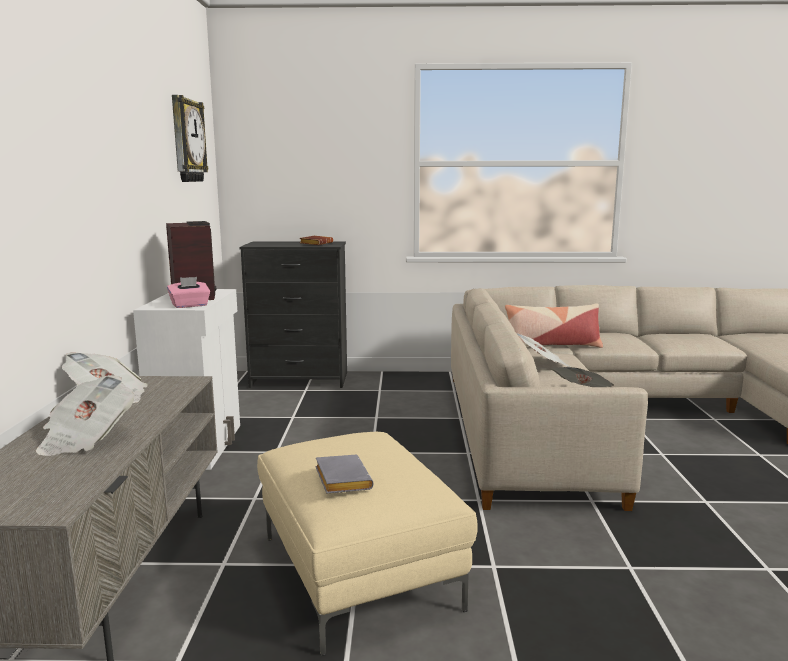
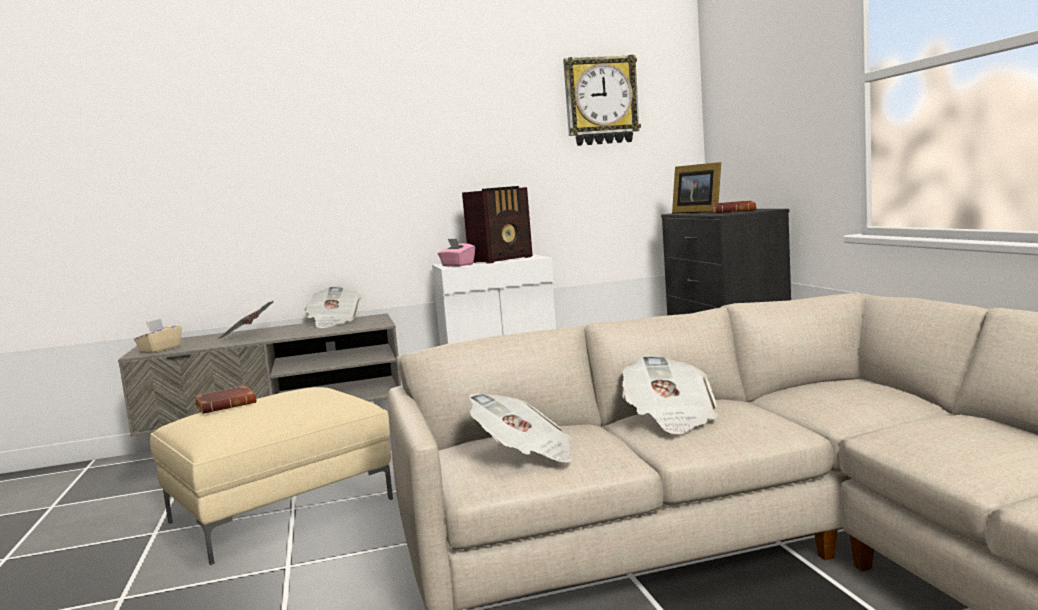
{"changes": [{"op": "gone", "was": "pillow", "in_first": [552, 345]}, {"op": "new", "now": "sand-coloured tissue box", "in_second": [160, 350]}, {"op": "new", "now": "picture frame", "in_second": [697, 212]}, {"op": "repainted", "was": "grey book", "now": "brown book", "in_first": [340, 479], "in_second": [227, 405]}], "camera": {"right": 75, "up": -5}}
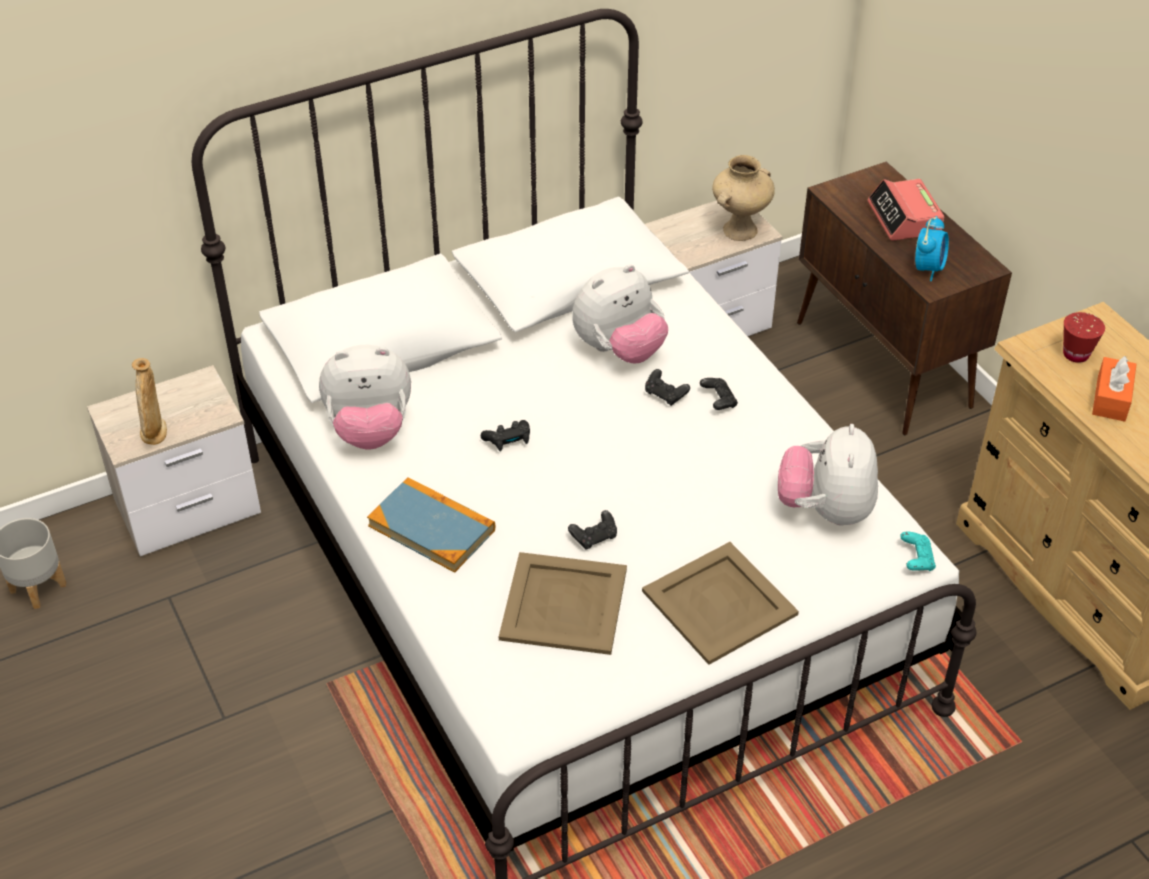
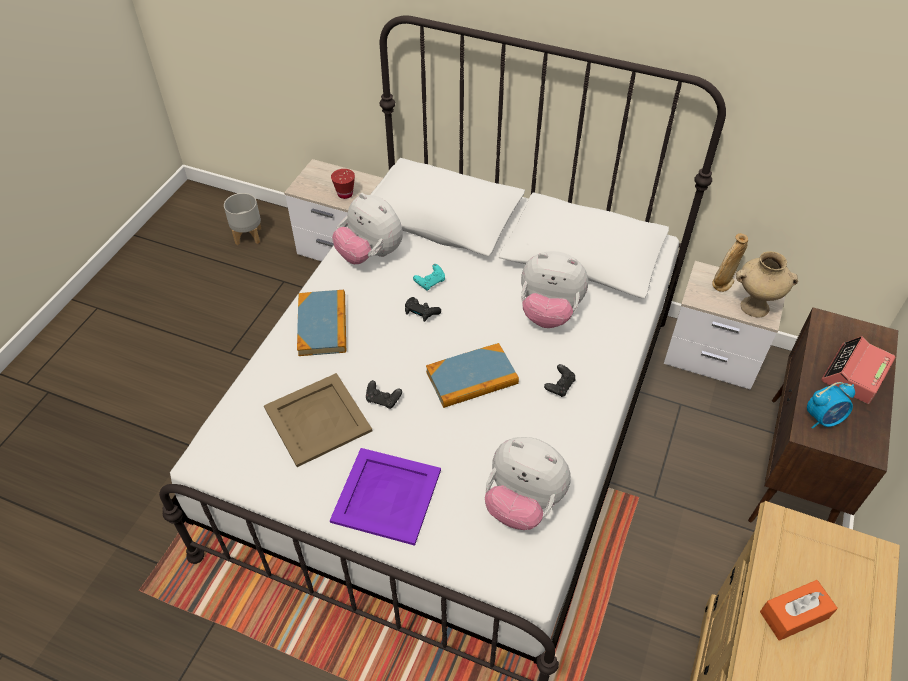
{"changes": [{"op": "gone", "was": "blackish gamepad", "in_first": [665, 395]}, {"op": "new", "now": "book", "in_second": [472, 378]}, {"op": "shifted", "was": "sand-coloured vase", "in_first": [154, 432], "in_second": [722, 283]}, {"op": "shifted", "was": "blue-green gamepad", "in_first": [916, 559], "in_second": [430, 282]}, {"op": "shifted", "was": "reddish small cup", "in_first": [1076, 354], "in_second": [345, 194]}, {"op": "repainted", "was": "sand-coloured tray", "now": "purple tray", "in_first": [719, 602], "in_second": [387, 495]}, {"op": "rotated", "was": "cuddly toy", "in_first": [825, 510], "in_second": [523, 503], "clockwise": -120}], "camera": {"right": 50, "up": 5}}
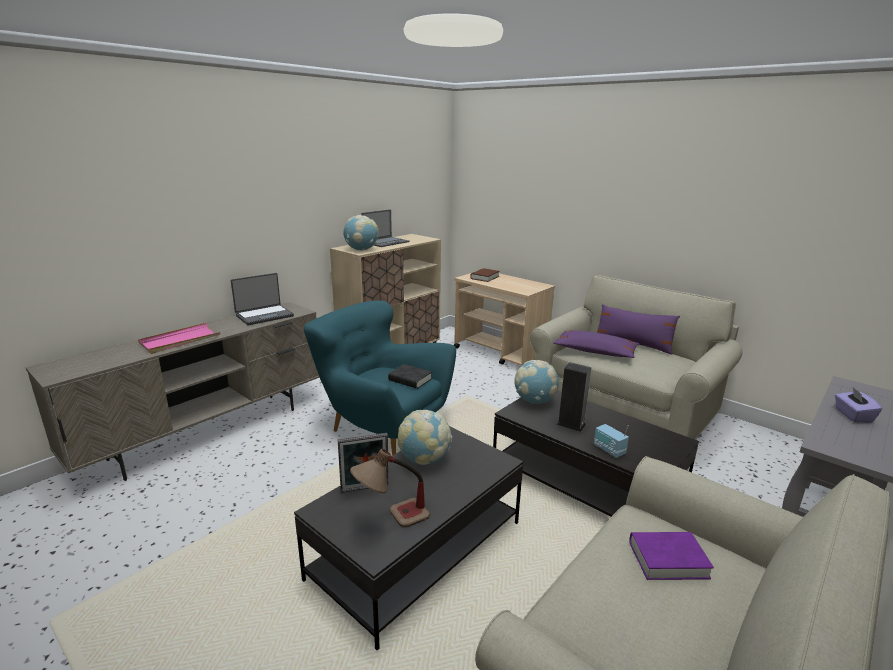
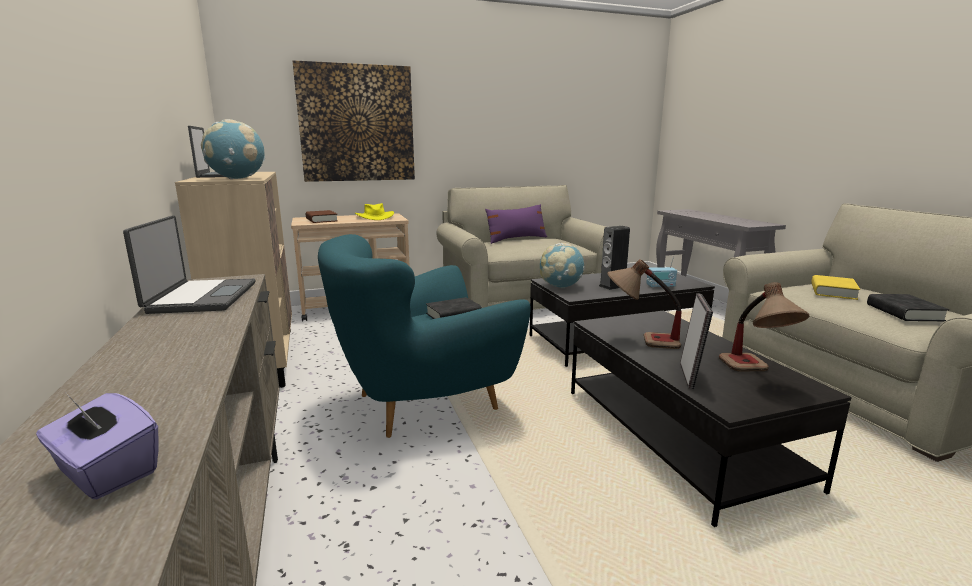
{"changes": [{"op": "gone", "was": "pinkish tray", "in_first": [180, 341]}, {"op": "gone", "was": "purple pillow", "in_first": [595, 351]}, {"op": "new", "now": "picture", "in_second": [357, 123]}, {"op": "new", "now": "yellow clothing hat", "in_second": [374, 217]}, {"op": "new", "now": "blackish book", "in_second": [904, 312]}, {"op": "shifted", "was": "purple tissue box", "in_first": [852, 415], "in_second": [106, 472]}, {"op": "swapped", "was": "globe", "now": "lamp for a table", "in_first": [424, 459], "in_second": [640, 341]}, {"op": "repainted", "was": "purple book", "now": "yellow book", "in_first": [668, 560], "in_second": [833, 291]}], "camera": {"right": -60, "up": -5}}
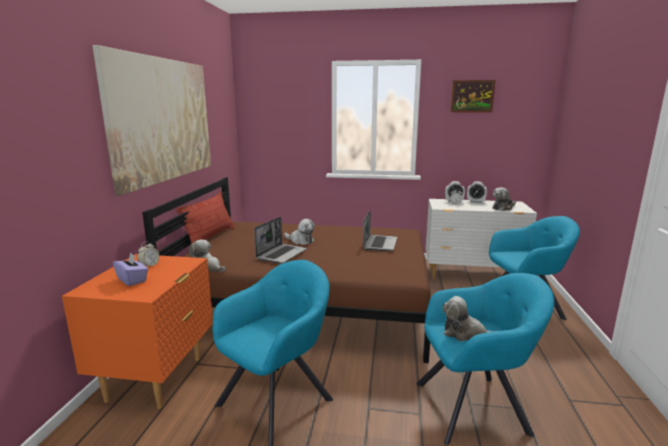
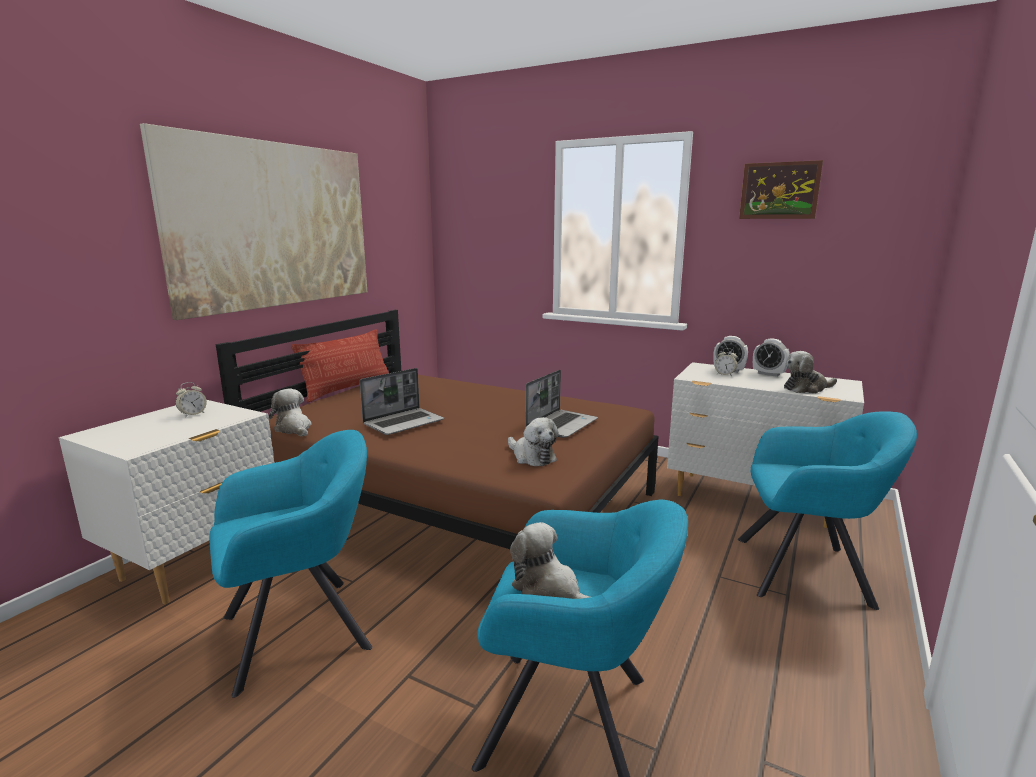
{"changes": [{"op": "gone", "was": "purple tissue box", "in_first": [132, 280]}, {"op": "shifted", "was": "cuddly toy", "in_first": [300, 241], "in_second": [532, 457]}, {"op": "repainted", "was": "orange-coloured bedside table", "now": "whitish bedside table", "in_first": [157, 379], "in_second": [194, 565]}], "camera": {"right": 20, "up": 0}}
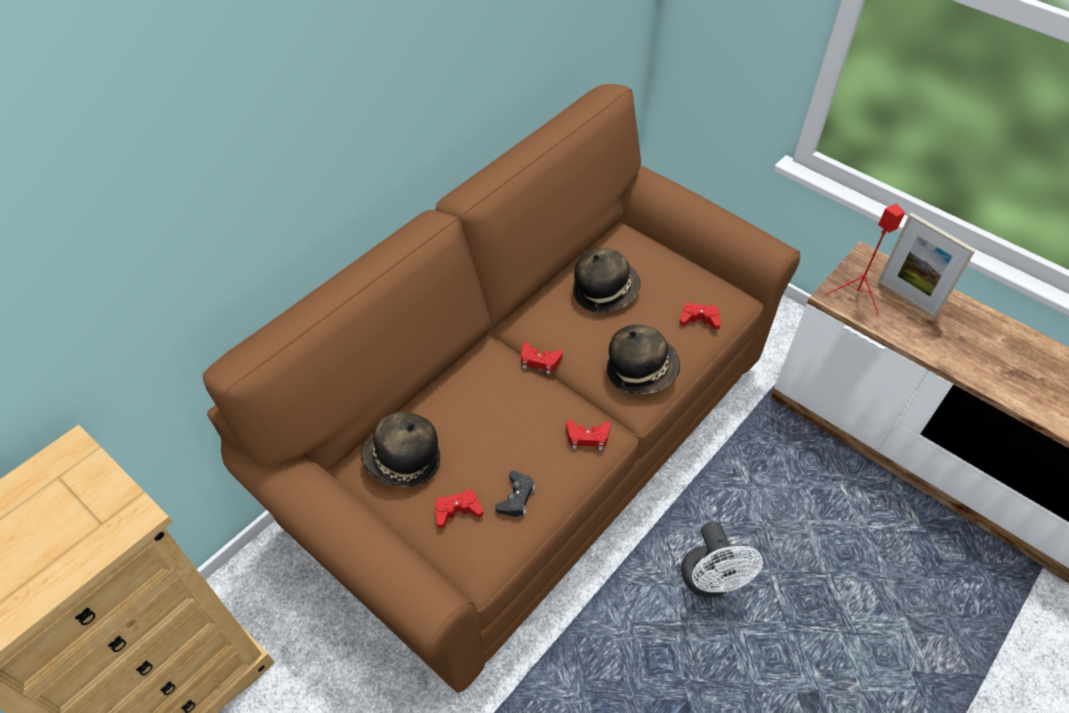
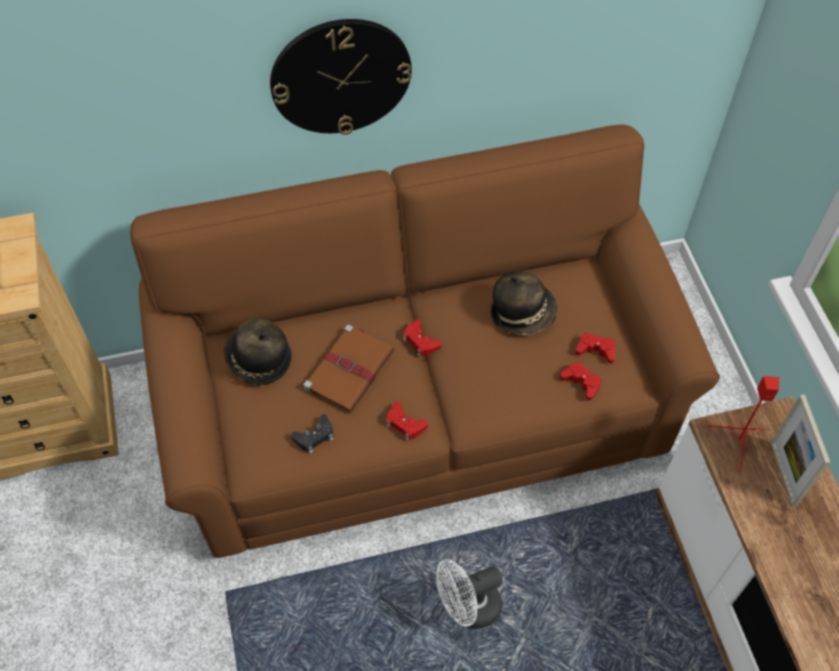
{"changes": [{"op": "gone", "was": "clothing hat", "in_first": [641, 370]}, {"op": "new", "now": "wall clock", "in_second": [340, 76]}, {"op": "new", "now": "brown book", "in_second": [350, 369]}, {"op": "shifted", "was": "reddish gamepad", "in_first": [457, 511], "in_second": [595, 350]}, {"op": "rotated", "was": "whitish fan", "in_first": [710, 582], "in_second": [468, 608], "clockwise": 45}], "camera": {"right": 35, "up": 5}}
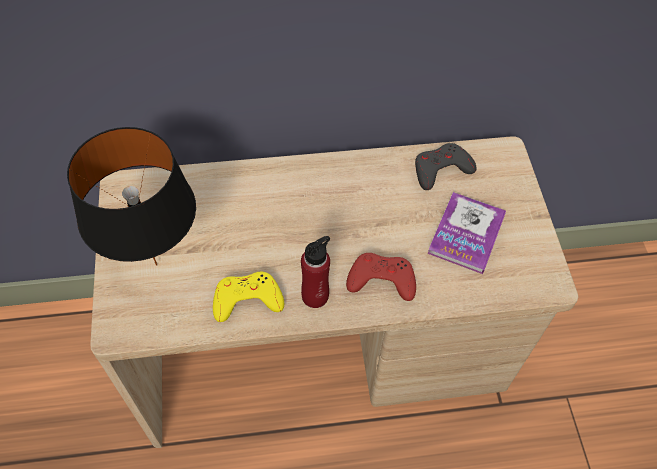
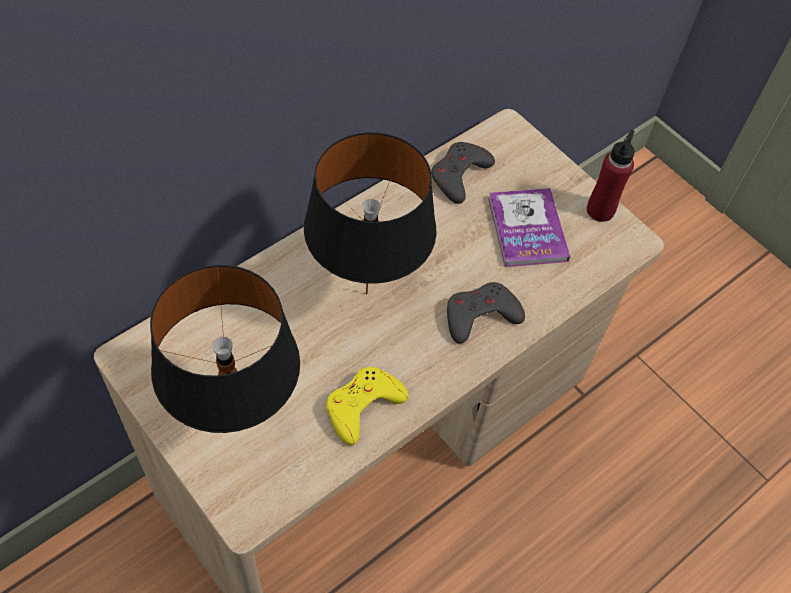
{"changes": [{"op": "new", "now": "blackish lamp for a table", "in_second": [365, 294]}, {"op": "shifted", "was": "reddish bottle", "in_first": [315, 296], "in_second": [600, 210]}, {"op": "repainted", "was": "reddish gamepad", "now": "grey gamepad", "in_first": [381, 279], "in_second": [480, 316]}], "camera": {"right": -35, "up": 0}}
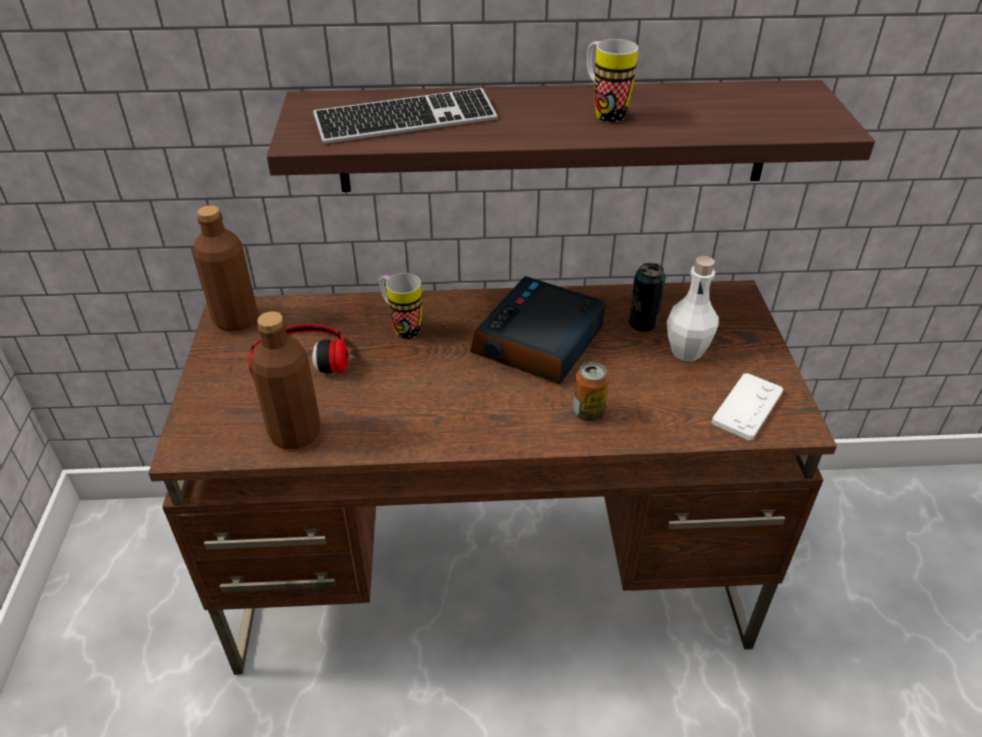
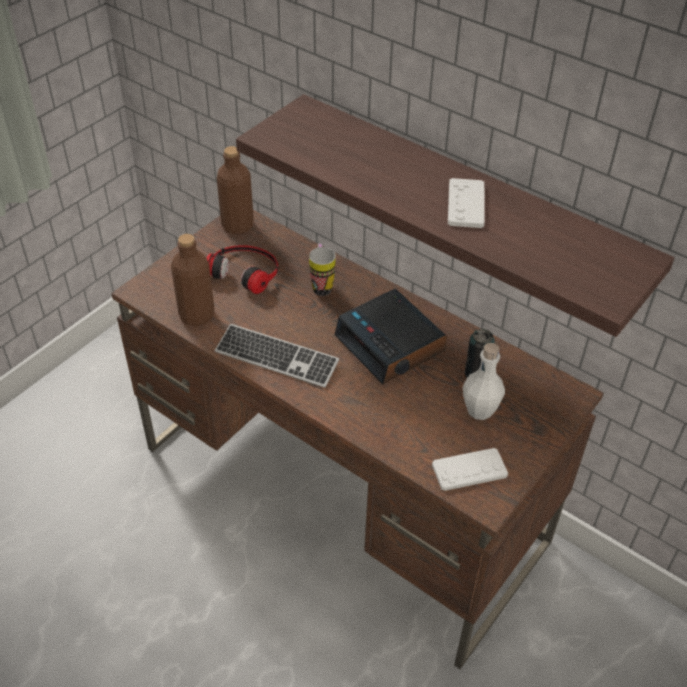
{"changes": [{"op": "gone", "was": "sealed can", "in_first": [588, 412]}, {"op": "shifted", "was": "keyboard", "in_first": [406, 121], "in_second": [276, 358]}, {"op": "swapped", "was": "mug", "now": "whitish gamepad", "in_first": [603, 112], "in_second": [466, 204]}, {"op": "rotated", "was": "bedside clock", "in_first": [538, 342], "in_second": [391, 344], "clockwise": -105}], "camera": {"right": 40, "up": 5}}
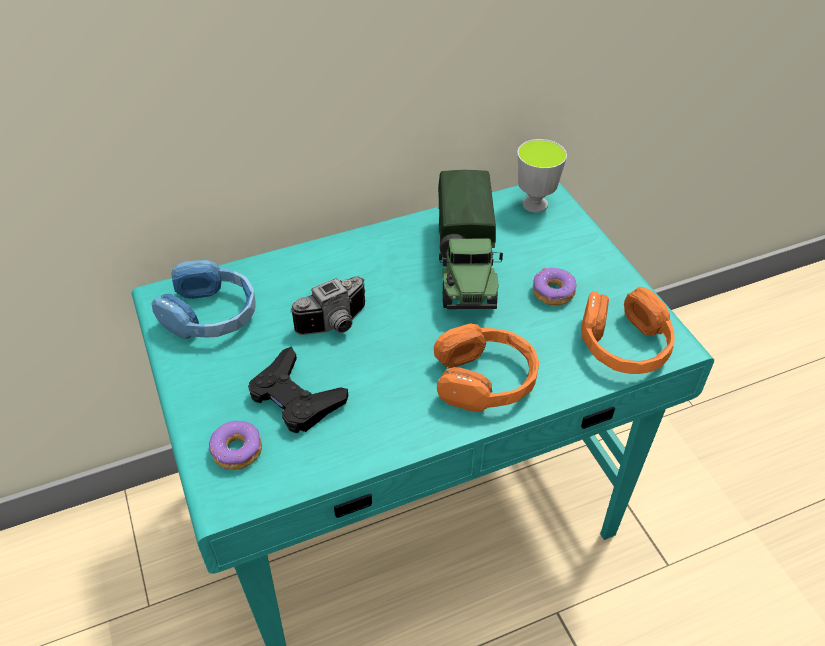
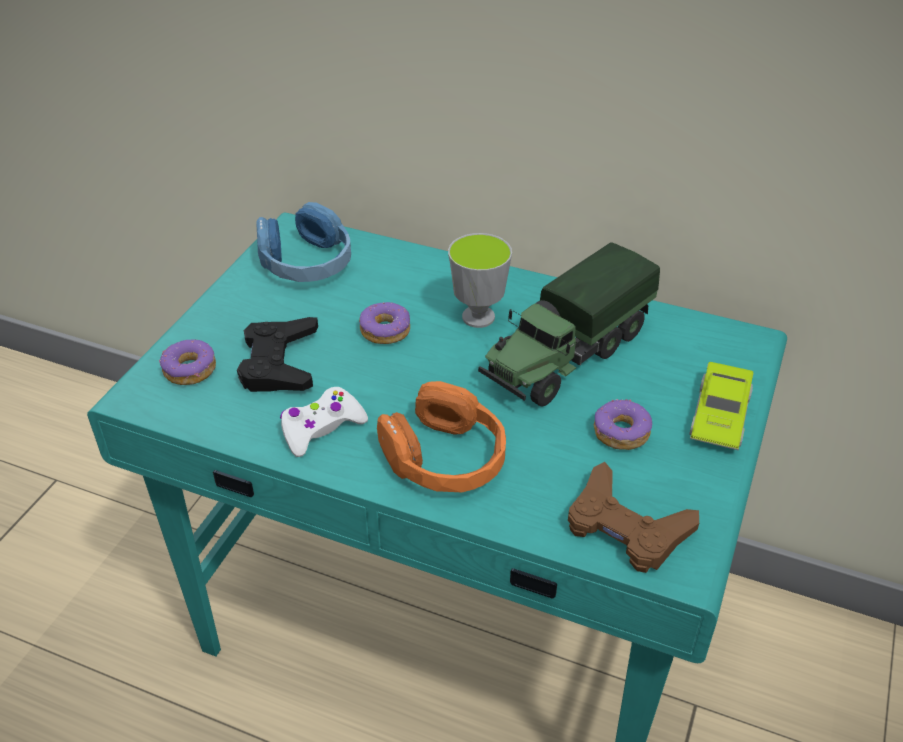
{"changes": [{"op": "new", "now": "whitish gamepad", "in_second": [321, 428]}, {"op": "new", "now": "green miniature car", "in_second": [720, 414]}, {"op": "shifted", "was": "small cup", "in_first": [535, 204], "in_second": [478, 317]}, {"op": "swapped", "was": "photo camera", "now": "donut", "in_first": [336, 325], "in_second": [385, 330]}, {"op": "swapped", "was": "orange-coloured pair of headphones", "now": "brown gamepad", "in_first": [623, 345], "in_second": [626, 527]}], "camera": {"right": 45, "up": -5}}
